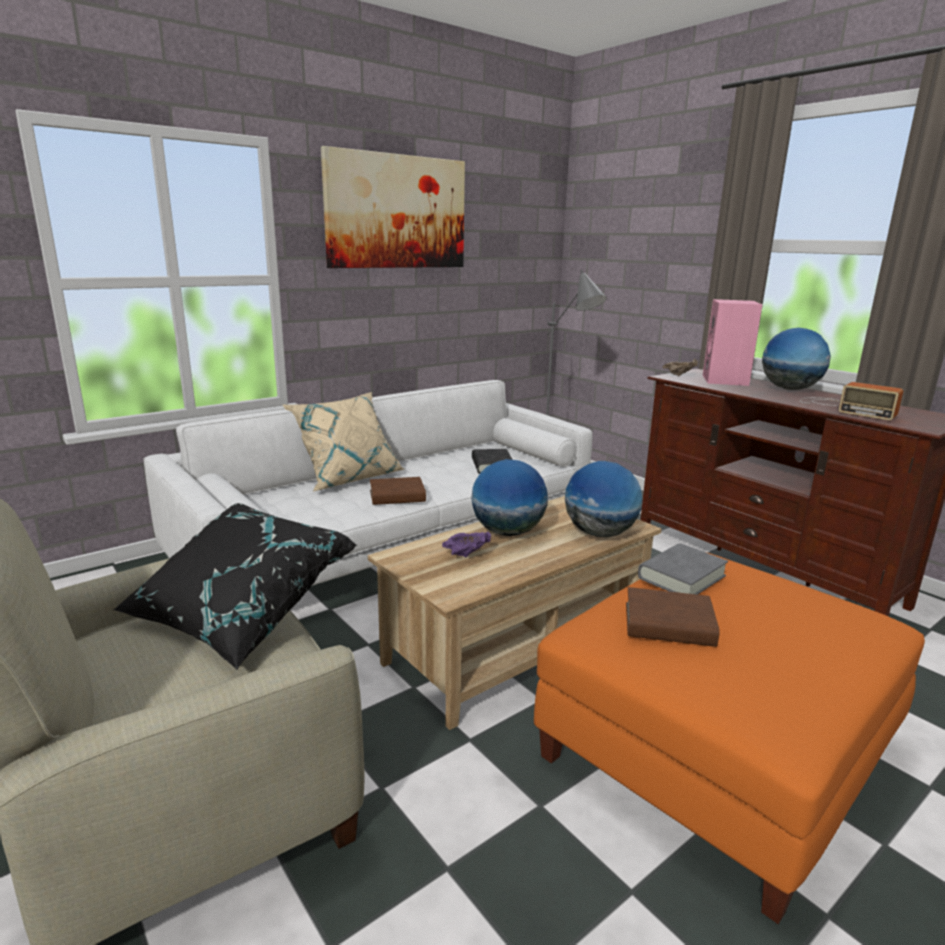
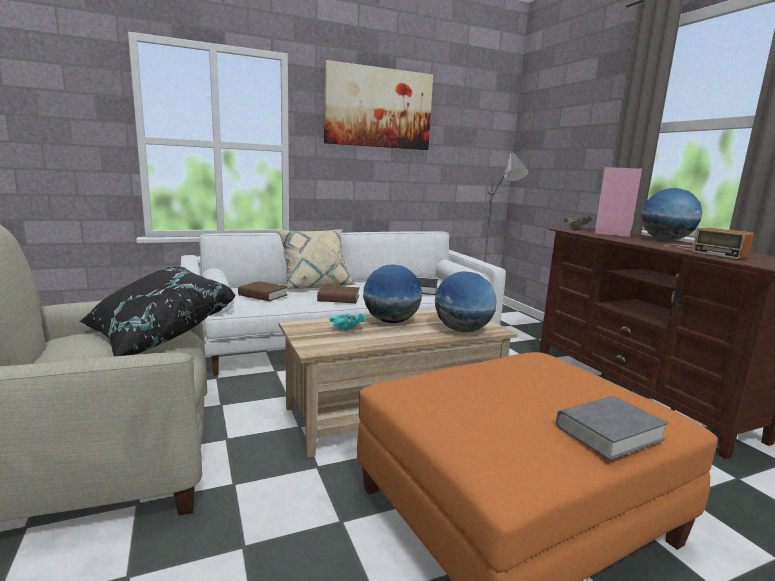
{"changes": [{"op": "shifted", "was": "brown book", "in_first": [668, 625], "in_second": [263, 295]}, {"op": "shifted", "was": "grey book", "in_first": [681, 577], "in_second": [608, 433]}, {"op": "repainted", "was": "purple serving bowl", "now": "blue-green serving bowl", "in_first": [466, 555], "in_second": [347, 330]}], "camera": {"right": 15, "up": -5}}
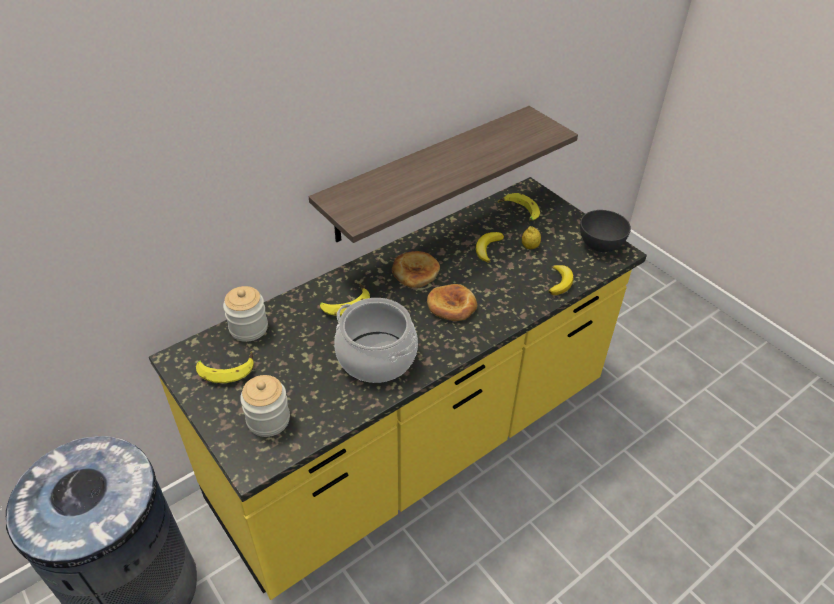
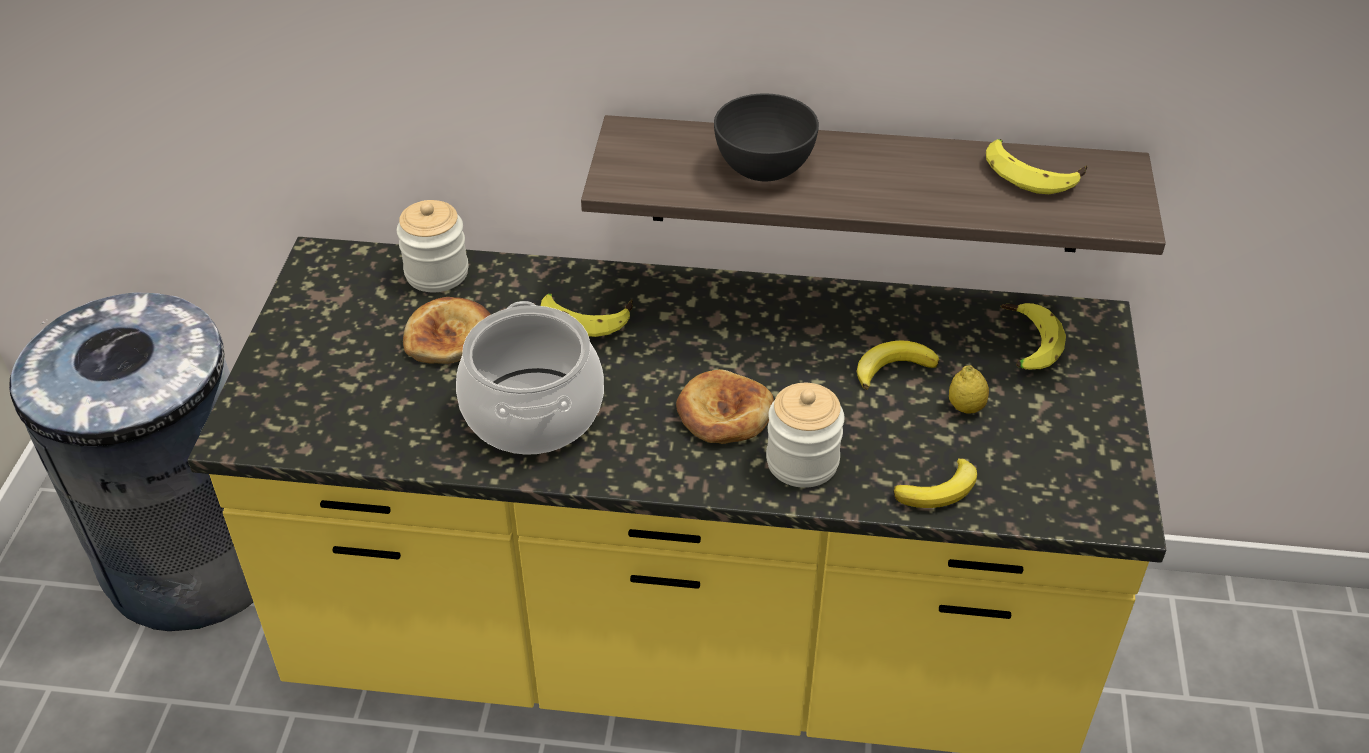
{"changes": [{"op": "shifted", "was": "banana", "in_first": [226, 369], "in_second": [1032, 173]}, {"op": "shifted", "was": "jar", "in_first": [268, 420], "in_second": [802, 462]}, {"op": "shifted", "was": "bread", "in_first": [415, 271], "in_second": [449, 336]}, {"op": "shifted", "was": "grey serving bowl", "in_first": [600, 245], "in_second": [764, 168]}], "camera": {"right": 45, "up": 0}}
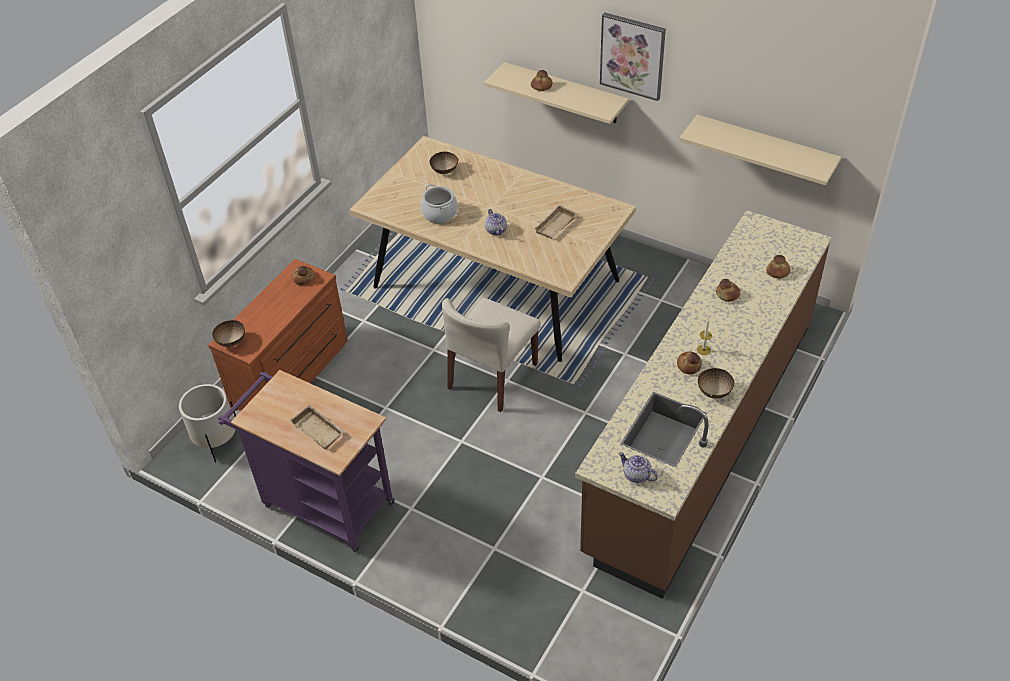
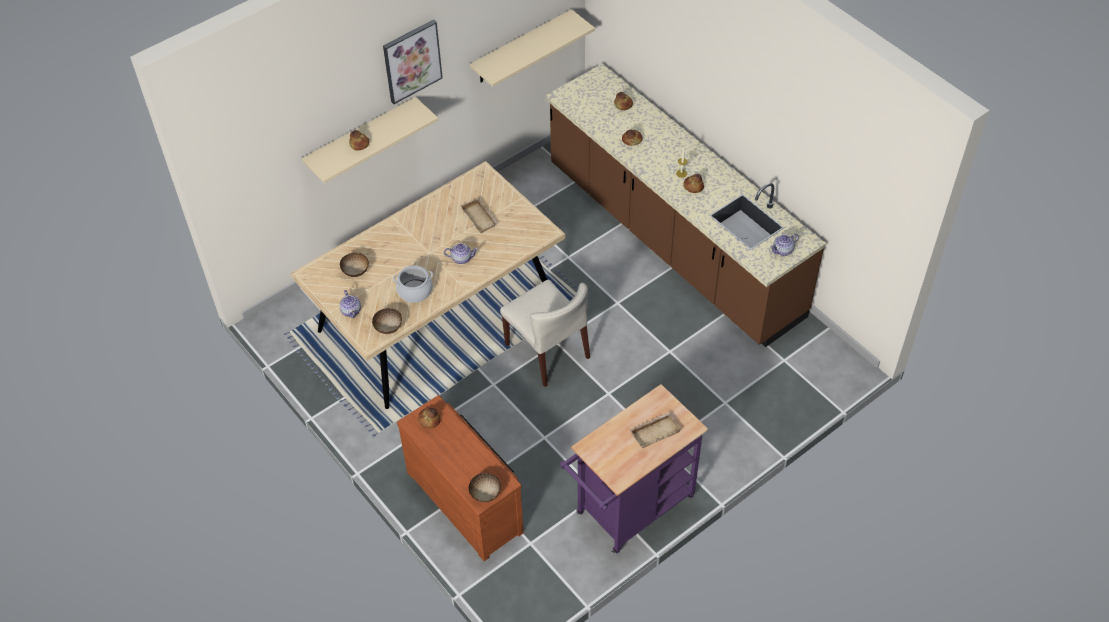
{"changes": [{"op": "gone", "was": "whitish flower pot", "in_first": [216, 441]}, {"op": "new", "now": "teapot", "in_second": [351, 311]}, {"op": "shifted", "was": "serving bowl", "in_first": [714, 391], "in_second": [388, 328]}], "camera": {"right": -70, "up": 5}}
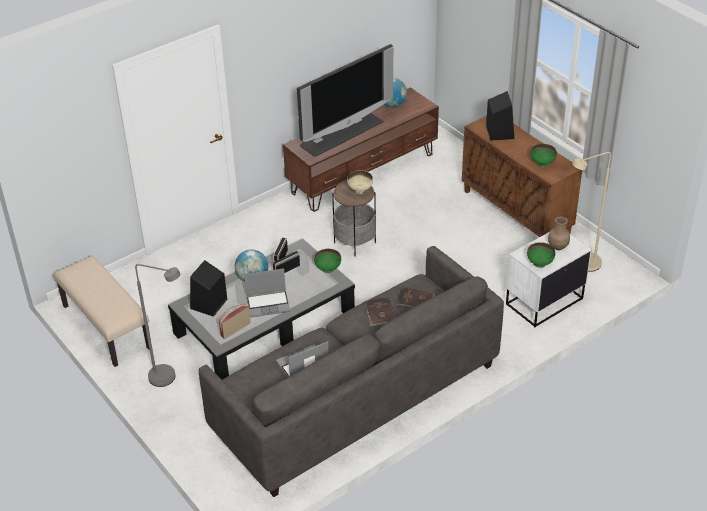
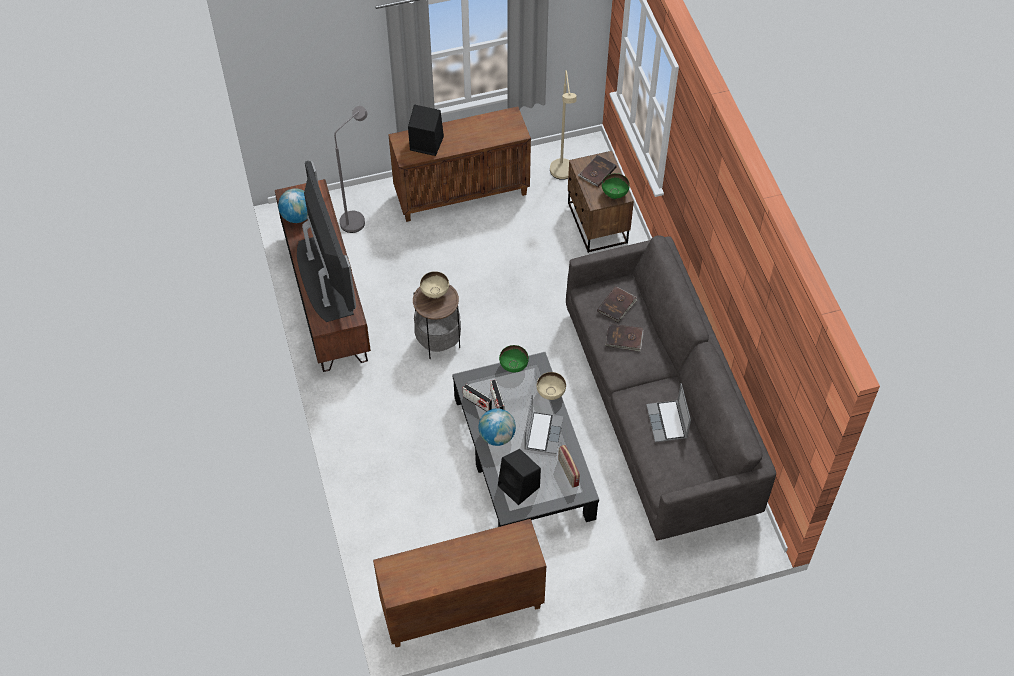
{"changes": [{"op": "gone", "was": "green serving bowl", "in_first": [542, 164]}, {"op": "new", "now": "sand-coloured serving bowl", "in_second": [550, 393]}, {"op": "shifted", "was": "grey standard lamp", "in_first": [169, 378], "in_second": [357, 218]}, {"op": "swapped", "was": "sand-coloured indoor bench", "now": "brown cabinet", "in_first": [106, 327], "in_second": [461, 608]}, {"op": "swapped", "was": "brown vase", "now": "brown book", "in_first": [557, 246], "in_second": [596, 172]}, {"op": "repainted", "was": "whitish bedside table", "now": "brown bedside table", "in_first": [543, 301], "in_second": [596, 223]}], "camera": {"right": -70, "up": 15}}
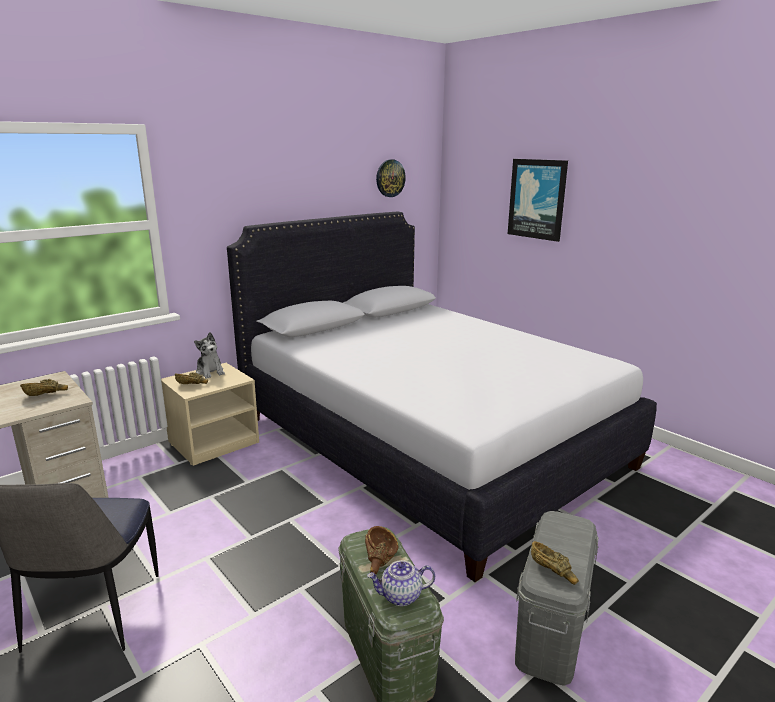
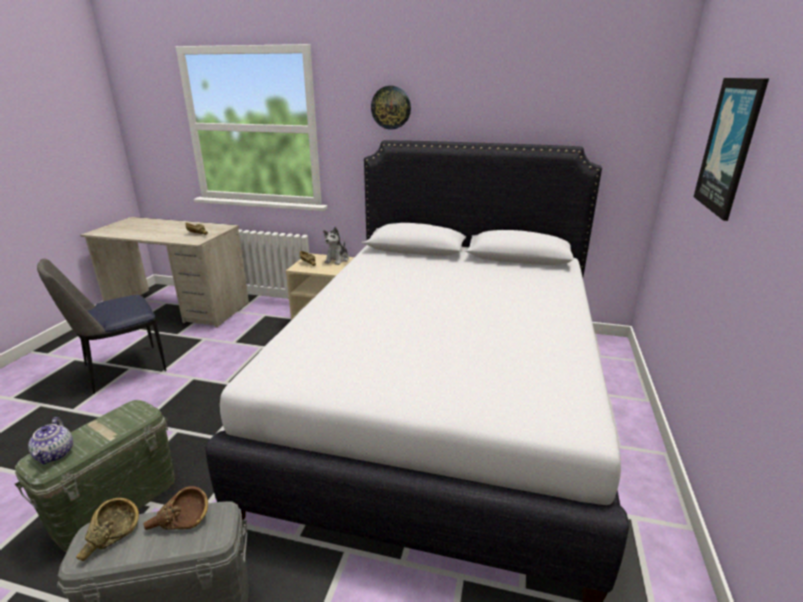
{"changes": [{"op": "shifted", "was": "brown serving bowl", "in_first": [381, 560], "in_second": [179, 523]}, {"op": "shifted", "was": "wall clock", "in_first": [390, 178], "in_second": [391, 107]}, {"op": "rotated", "was": "teapot", "in_first": [401, 596], "in_second": [55, 454], "clockwise": -150}], "camera": {"right": 55, "up": 5}}
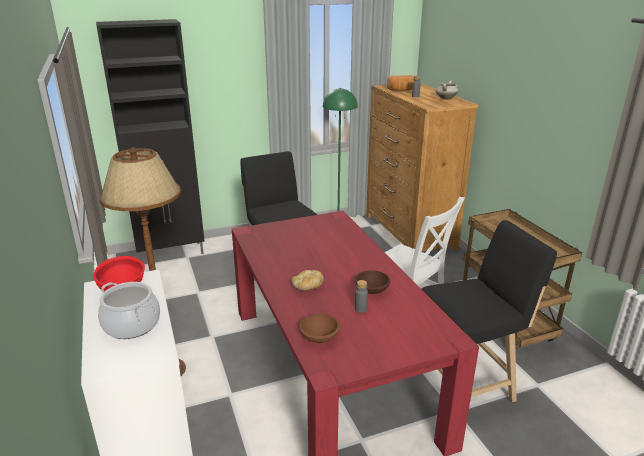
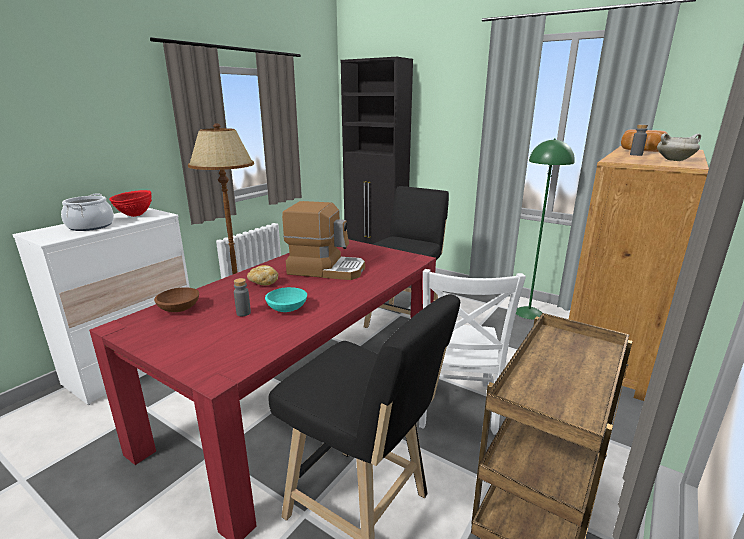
{"changes": [{"op": "new", "now": "coffee maker", "in_second": [326, 269]}, {"op": "repainted", "was": "brown serving bowl", "now": "blue-green serving bowl", "in_first": [372, 290], "in_second": [286, 309]}], "camera": {"right": 55, "up": -5}}
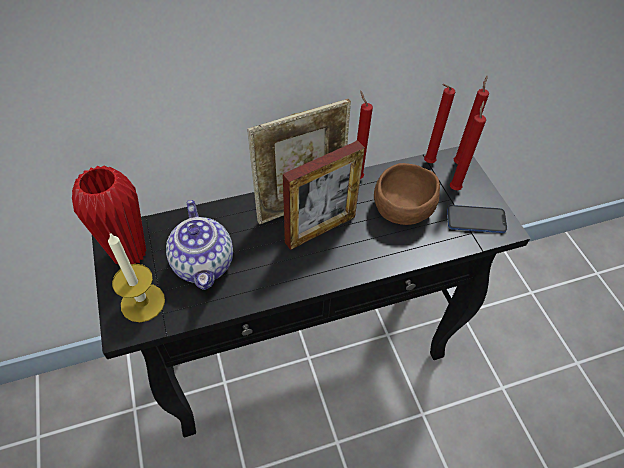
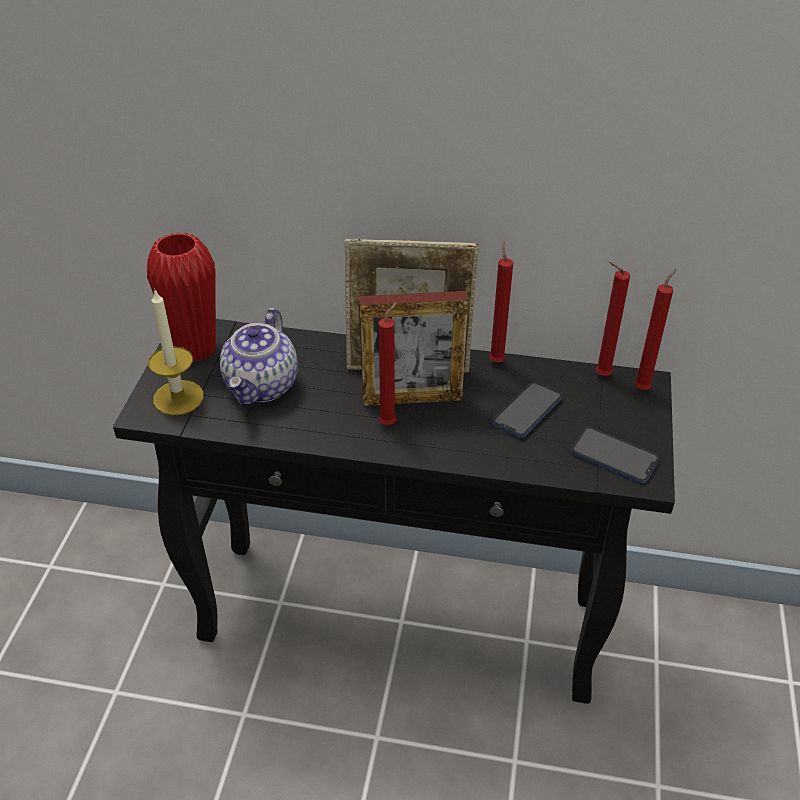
{"changes": [{"op": "shifted", "was": "reddish wax light", "in_first": [454, 187], "in_second": [389, 422]}, {"op": "swapped", "was": "brown serving bowl", "now": "telephone", "in_first": [401, 208], "in_second": [527, 411]}], "camera": {"right": 30, "up": -10}}
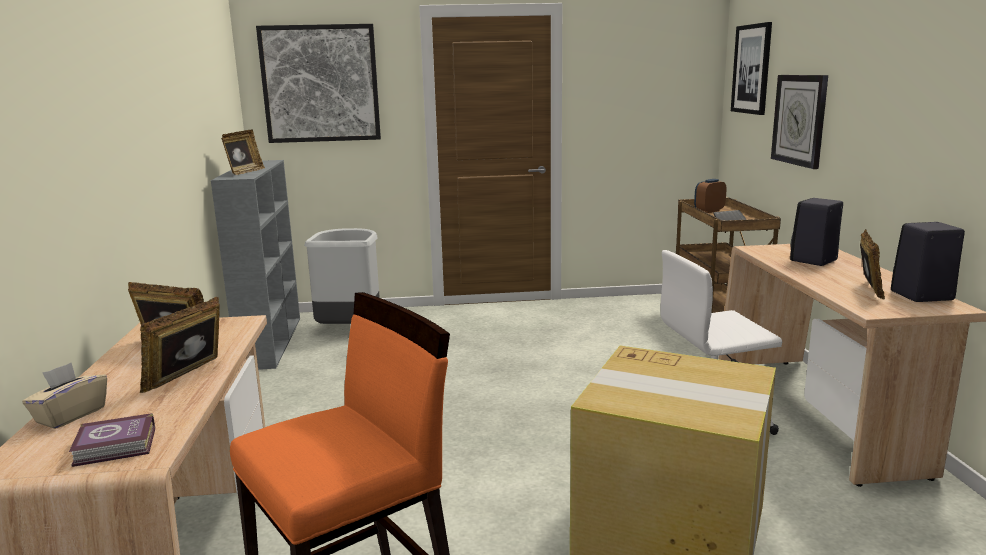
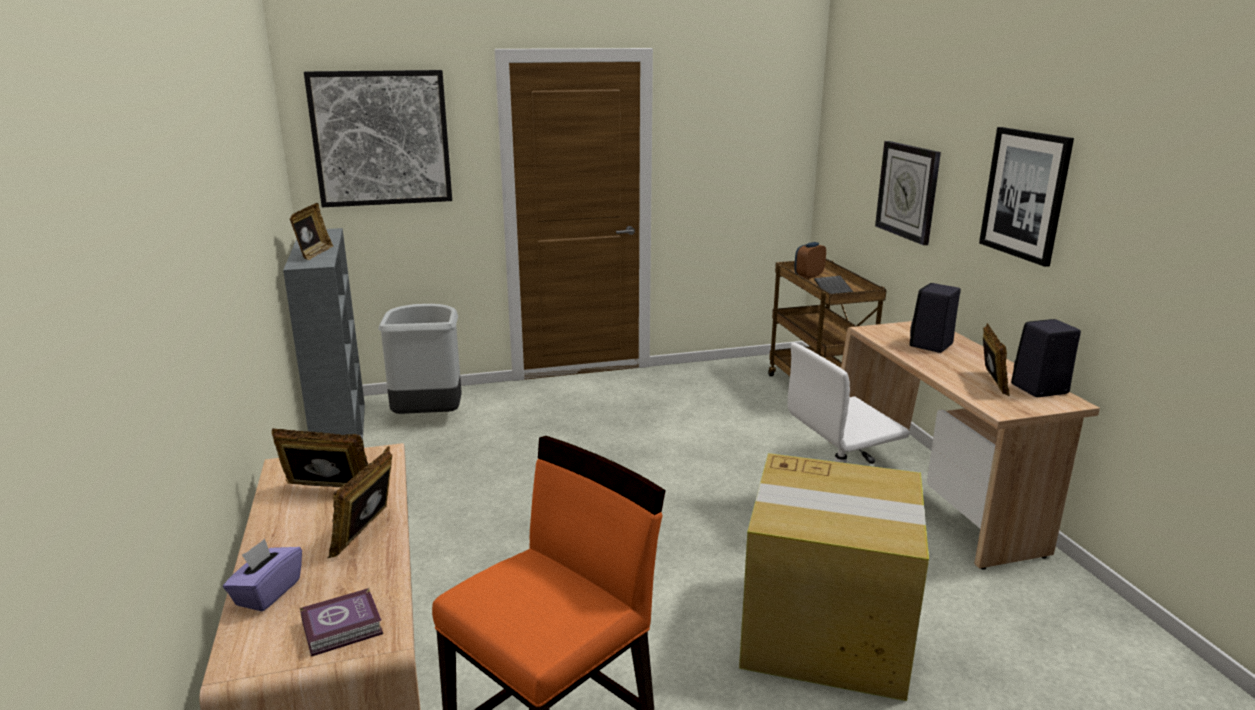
{"changes": [{"op": "shifted", "was": "picture", "in_first": [752, 69], "in_second": [1025, 194]}, {"op": "repainted", "was": "sand-coloured tissue box", "now": "purple tissue box", "in_first": [70, 415], "in_second": [267, 592]}], "camera": {"right": -10, "up": 5}}
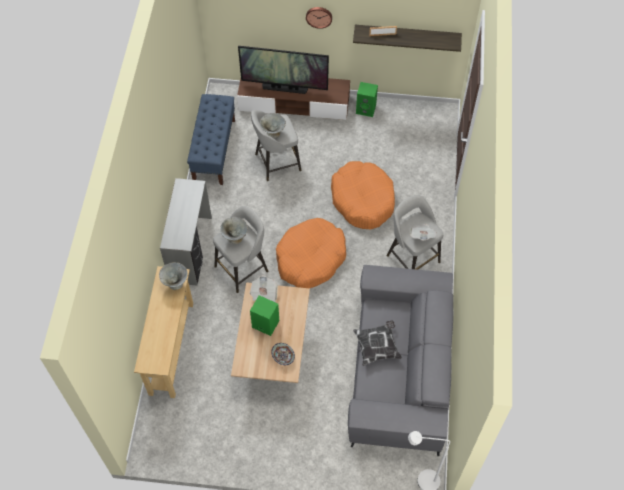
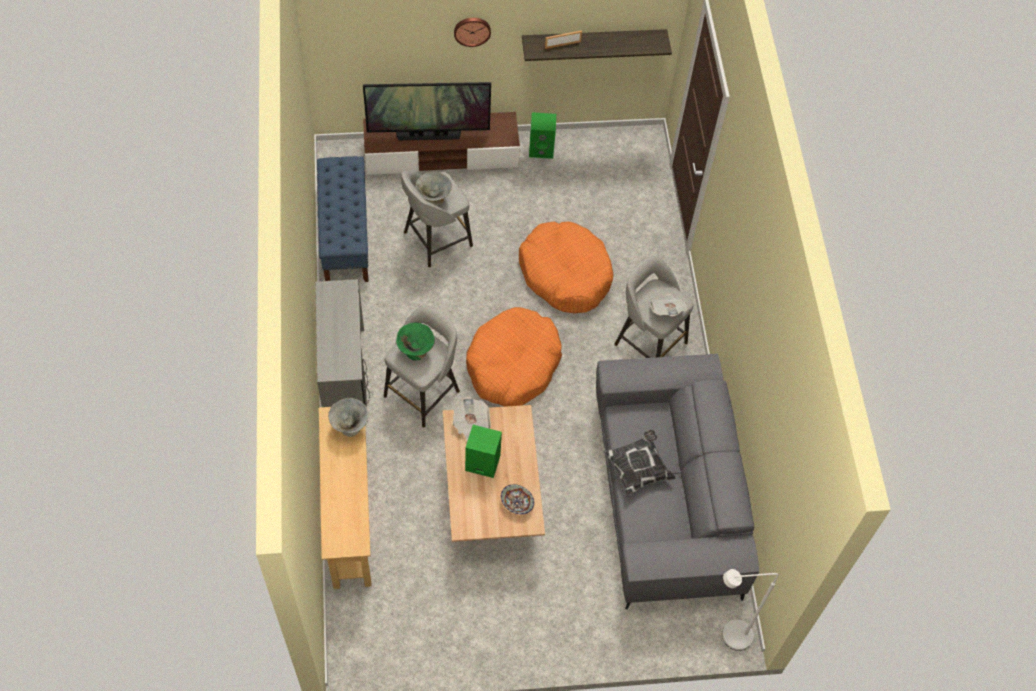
{"changes": [{"op": "repainted", "was": "grey serving bowl", "now": "green serving bowl", "in_first": [235, 238], "in_second": [416, 352]}], "camera": {"right": -15, "up": 0}}
